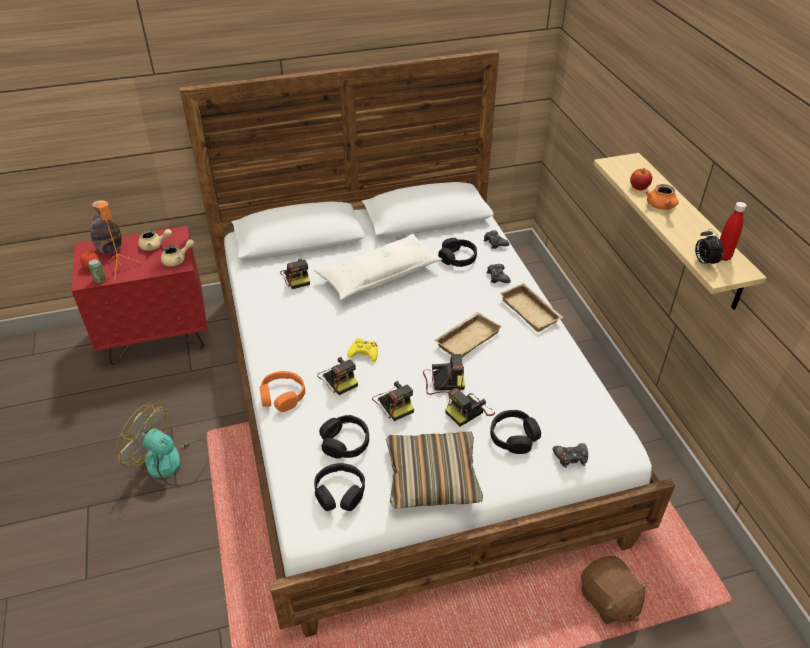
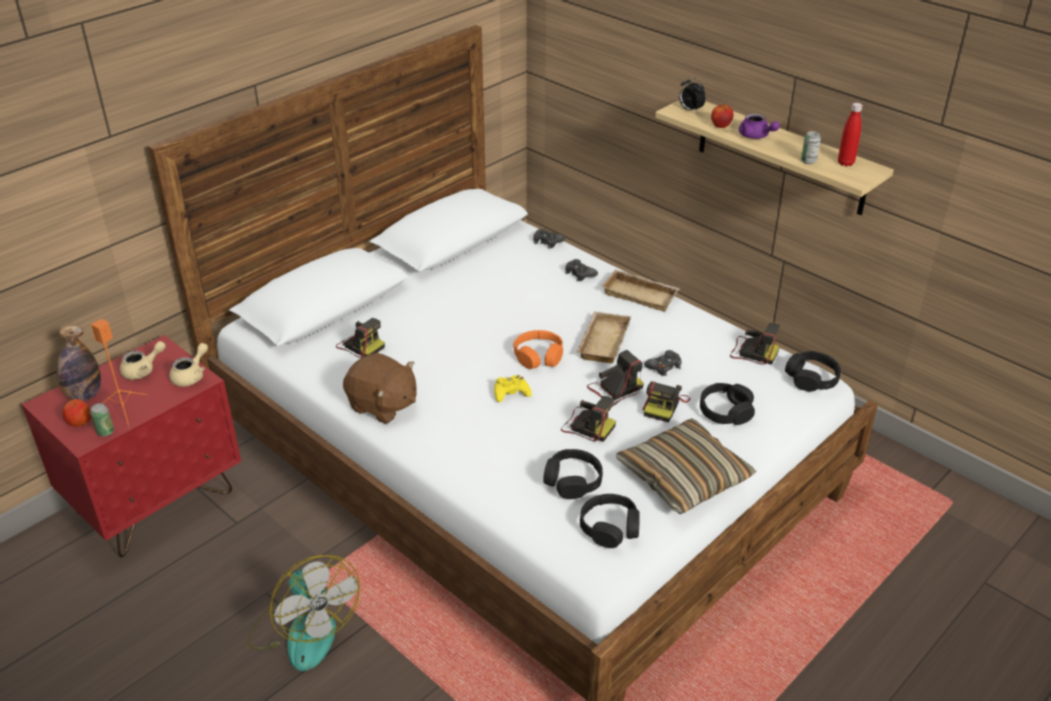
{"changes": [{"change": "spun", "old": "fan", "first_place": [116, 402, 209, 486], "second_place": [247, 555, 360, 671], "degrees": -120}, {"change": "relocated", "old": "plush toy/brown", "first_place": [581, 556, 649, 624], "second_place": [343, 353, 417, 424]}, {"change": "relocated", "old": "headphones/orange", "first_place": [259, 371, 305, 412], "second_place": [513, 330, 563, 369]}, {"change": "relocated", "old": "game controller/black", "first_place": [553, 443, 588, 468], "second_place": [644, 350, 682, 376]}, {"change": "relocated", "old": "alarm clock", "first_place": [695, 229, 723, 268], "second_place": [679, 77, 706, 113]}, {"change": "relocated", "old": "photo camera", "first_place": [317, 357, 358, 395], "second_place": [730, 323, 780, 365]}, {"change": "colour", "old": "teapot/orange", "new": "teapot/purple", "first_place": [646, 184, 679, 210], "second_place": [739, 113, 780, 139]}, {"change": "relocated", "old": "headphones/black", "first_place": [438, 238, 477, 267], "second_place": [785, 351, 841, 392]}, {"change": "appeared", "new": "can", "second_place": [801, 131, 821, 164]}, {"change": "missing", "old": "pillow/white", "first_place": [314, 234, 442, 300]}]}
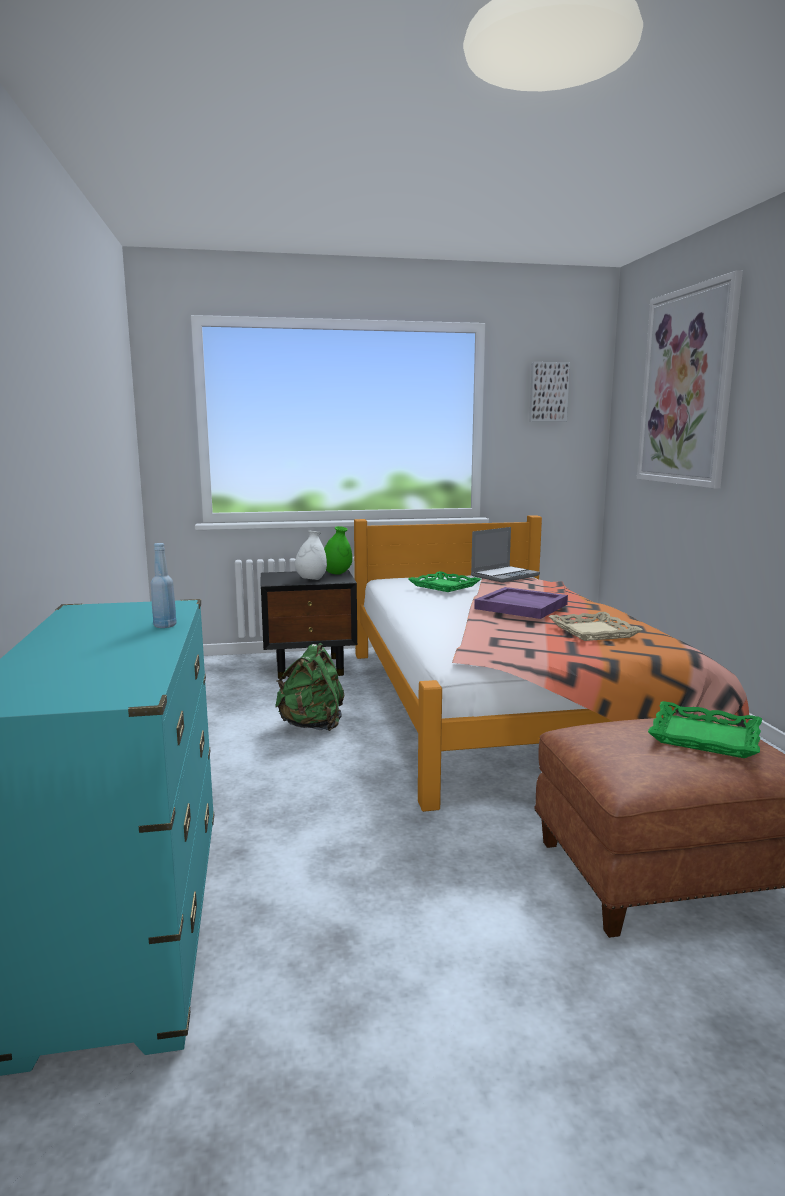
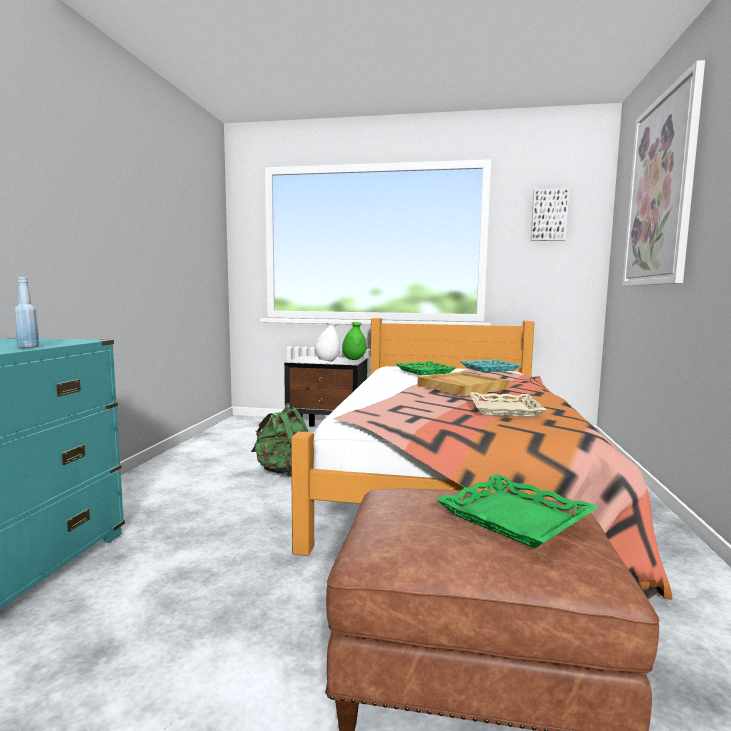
{"changes": [{"change": "colour", "old": "tray/purple", "new": "tray/beige", "first_place": [474, 587, 568, 619], "second_place": [417, 372, 510, 396]}, {"change": "exchanged", "old": "laptop", "new": "tray/turquoise", "first_place": [471, 527, 540, 583], "second_place": [460, 359, 521, 372]}]}
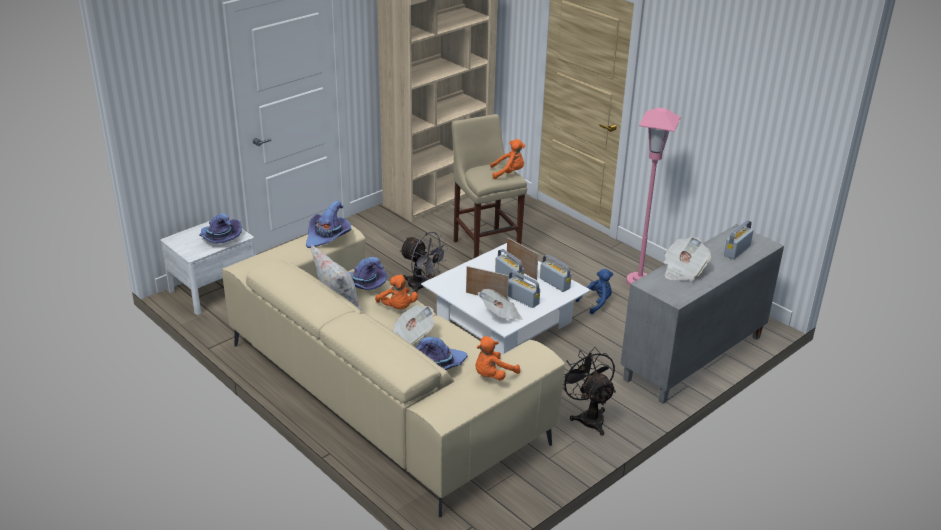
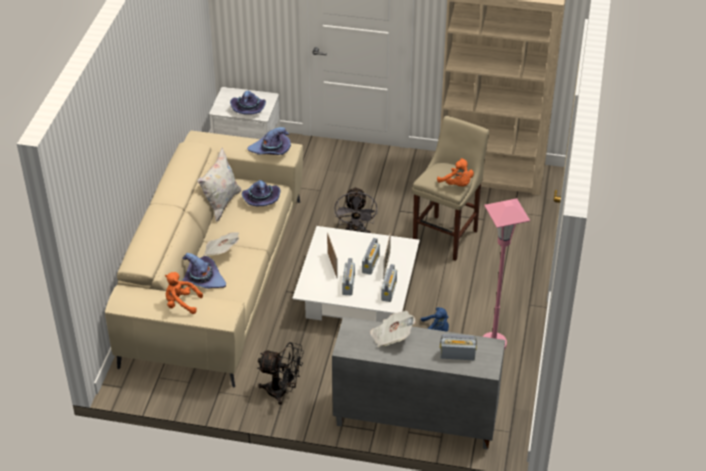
{"changes": [{"change": "spun", "old": "fan/black", "first_place": [563, 347, 616, 436], "second_place": [258, 342, 304, 405], "degrees": 75}, {"change": "missing", "old": "plush toy/orange", "first_place": [375, 274, 418, 309]}, {"change": "missing", "old": "newspaper", "first_place": [478, 289, 522, 320]}]}
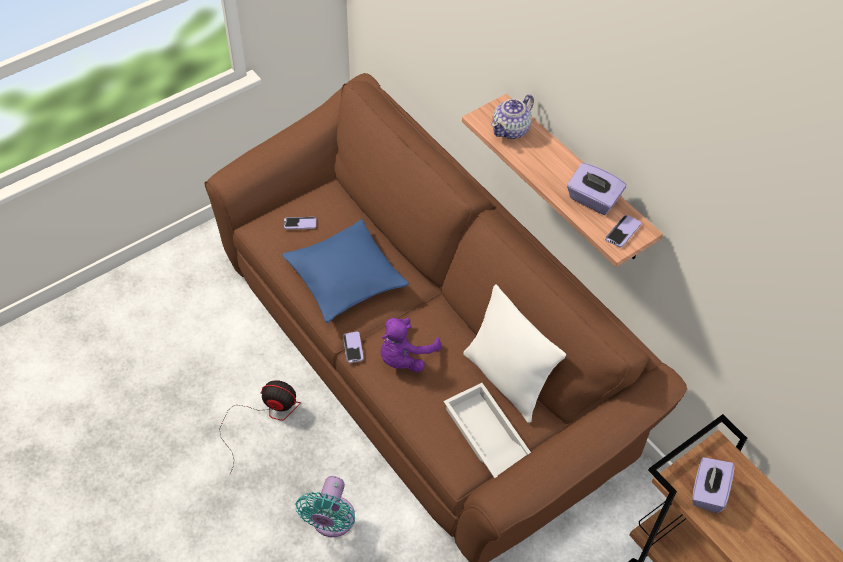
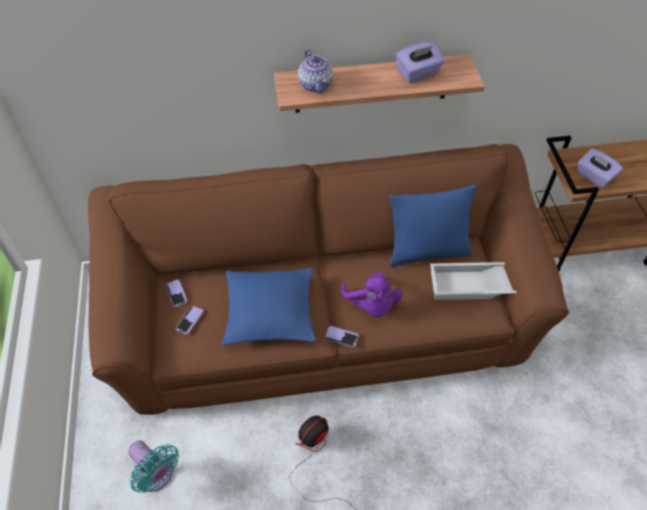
{"changes": [{"change": "relocated", "old": "fan/turquoise", "first_place": [295, 476, 355, 537], "second_place": [128, 440, 179, 493]}, {"change": "relocated", "old": "phone", "first_place": [605, 215, 641, 247], "second_place": [166, 279, 187, 308]}, {"change": "colour", "old": "pillow/white", "new": "pillow/blue", "first_place": [463, 284, 566, 423], "second_place": [389, 185, 477, 267]}]}
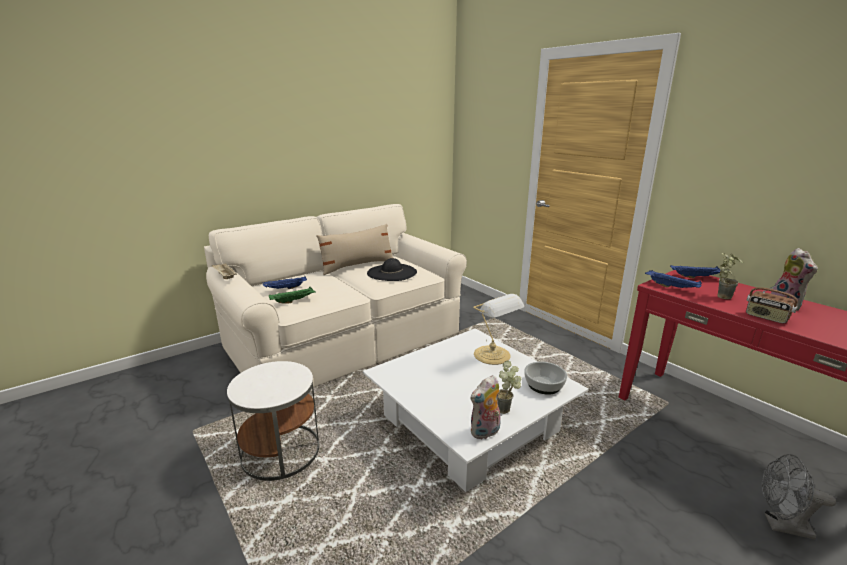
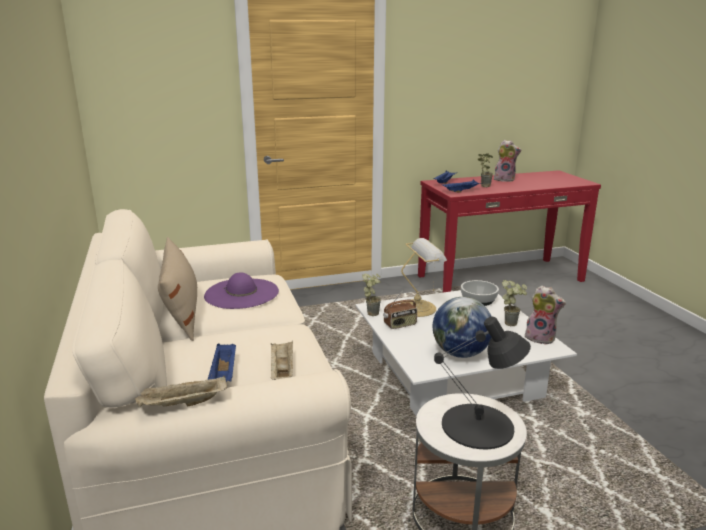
{"changes": [{"change": "colour", "old": "hat/black", "new": "hat/purple", "first_place": [367, 258, 417, 281], "second_place": [204, 272, 279, 309]}, {"change": "colour", "old": "tray/green", "new": "tray/beige", "first_place": [269, 287, 316, 304], "second_place": [271, 341, 293, 380]}, {"change": "appeared", "new": "potted plant", "second_place": [362, 273, 381, 316]}, {"change": "relocated", "old": "radio", "first_place": [746, 279, 798, 324], "second_place": [383, 289, 417, 329]}, {"change": "appeared", "new": "globe", "second_place": [433, 297, 492, 358]}, {"change": "appeared", "new": "table lamp/black", "second_place": [434, 317, 531, 449]}, {"change": "spun", "old": "plush toy", "first_place": [471, 375, 501, 439], "second_place": [525, 285, 566, 345], "degrees": -45}, {"change": "missing", "old": "fan/grey", "first_place": [762, 454, 836, 540]}]}
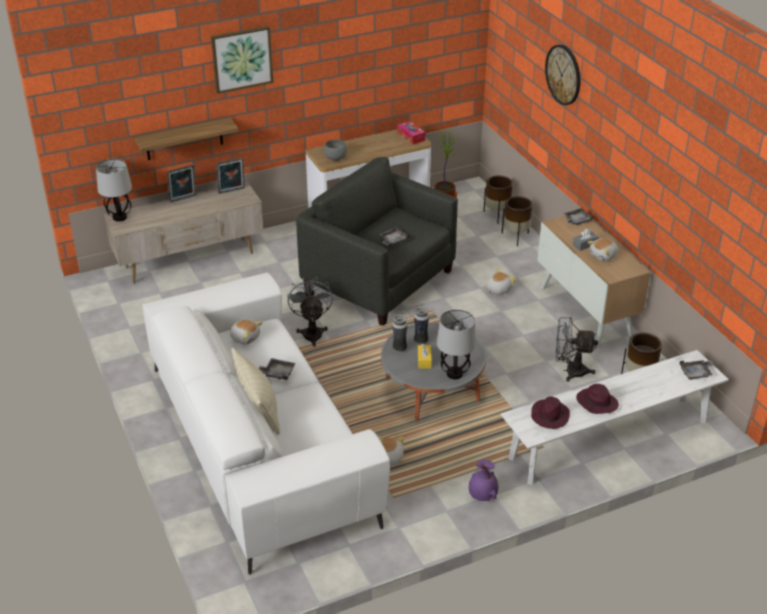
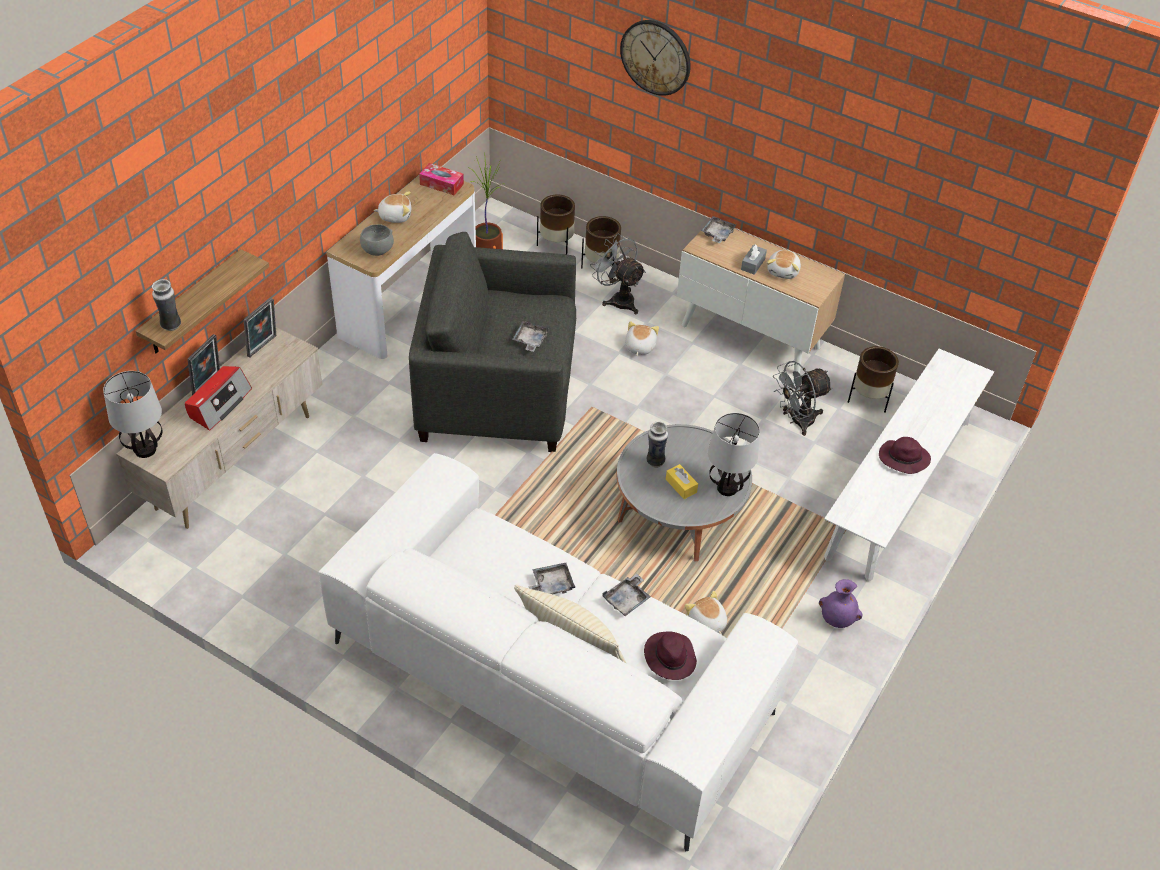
{"changes": [{"change": "relocated", "old": "vase", "first_place": [392, 314, 407, 352], "second_place": [152, 279, 181, 331]}, {"change": "appeared", "new": "radio", "second_place": [185, 366, 252, 431]}, {"change": "relocated", "old": "plush toy", "first_place": [230, 320, 263, 345], "second_place": [374, 191, 411, 223]}, {"change": "relocated", "old": "fan/grey", "first_place": [287, 276, 333, 347], "second_place": [590, 233, 646, 314]}, {"change": "relocated", "old": "tray/grey", "first_place": [679, 360, 714, 380], "second_place": [602, 574, 651, 616]}, {"change": "relocated", "old": "hat/purple", "first_place": [531, 396, 570, 429], "second_place": [644, 632, 697, 680]}, {"change": "missing", "old": "picture", "first_place": [211, 26, 273, 94]}]}
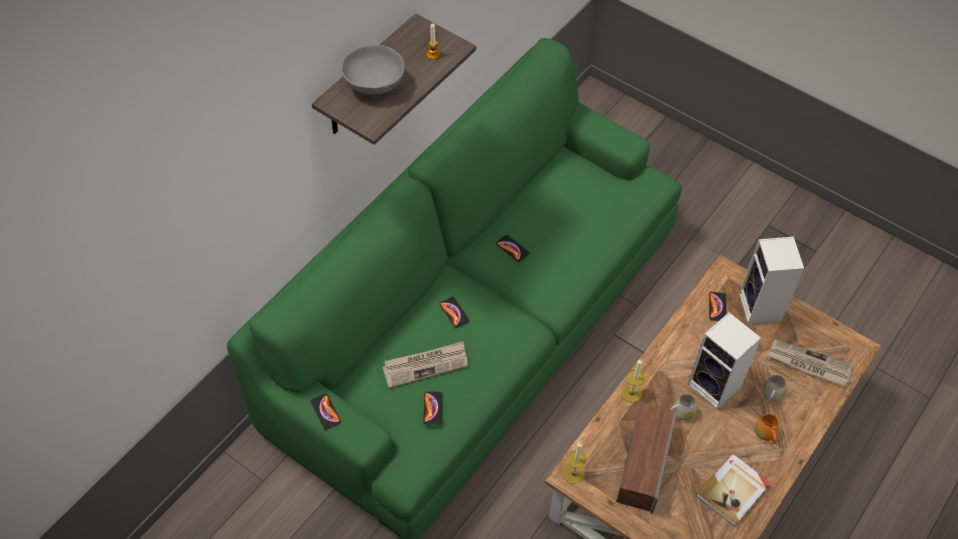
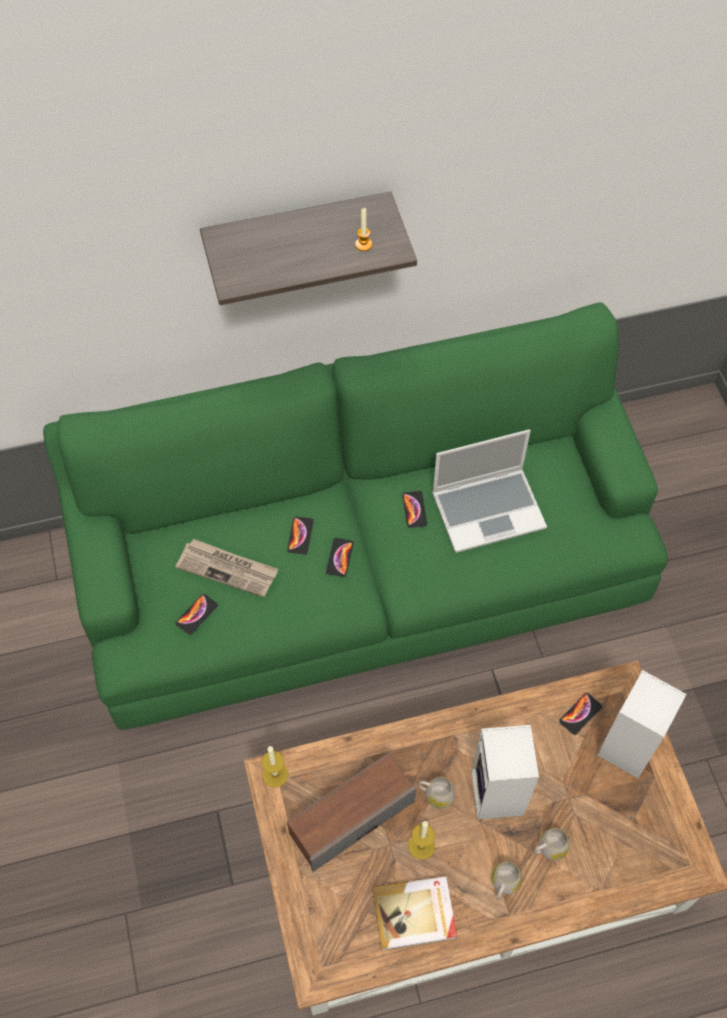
{"changes": [{"change": "relocated", "old": "phone", "first_place": [311, 393, 341, 430], "second_place": [326, 538, 354, 577]}, {"change": "relocated", "old": "candle", "first_place": [621, 359, 645, 402], "second_place": [408, 821, 435, 860]}, {"change": "appeared", "new": "laptop", "second_place": [432, 429, 547, 553]}, {"change": "colour", "old": "mug/orange", "new": "mug/white", "first_place": [754, 414, 779, 444], "second_place": [491, 862, 522, 899]}, {"change": "missing", "old": "bowl/grey", "first_place": [341, 45, 405, 95]}, {"change": "missing", "old": "newspaper", "first_place": [768, 340, 854, 386]}]}
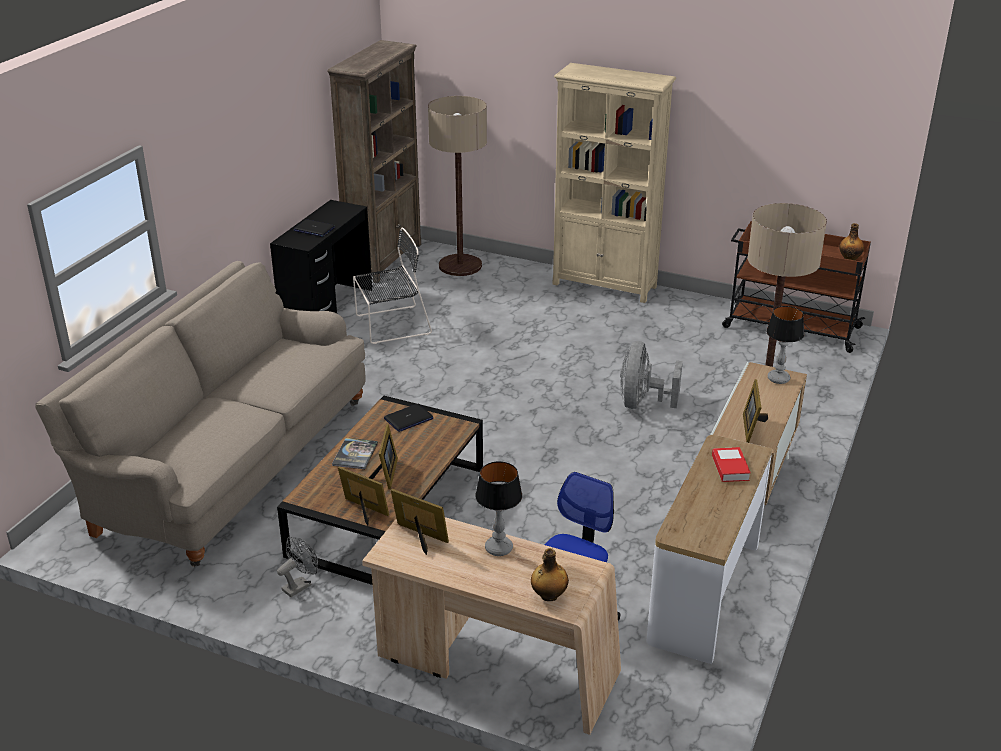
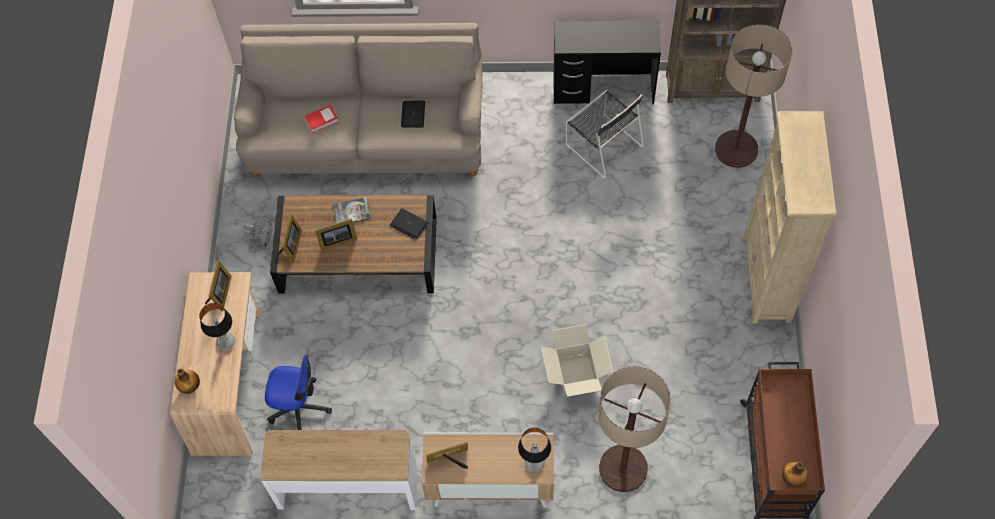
{"changes": [{"change": "relocated", "old": "book", "first_place": [712, 447, 751, 482], "second_place": [304, 105, 339, 133]}, {"change": "relocated", "old": "laptop", "first_place": [294, 219, 335, 237], "second_place": [401, 101, 425, 128]}, {"change": "exchanged", "old": "fan/grey", "new": "cardboard box", "first_place": [620, 341, 683, 409], "second_place": [541, 324, 613, 397]}]}
